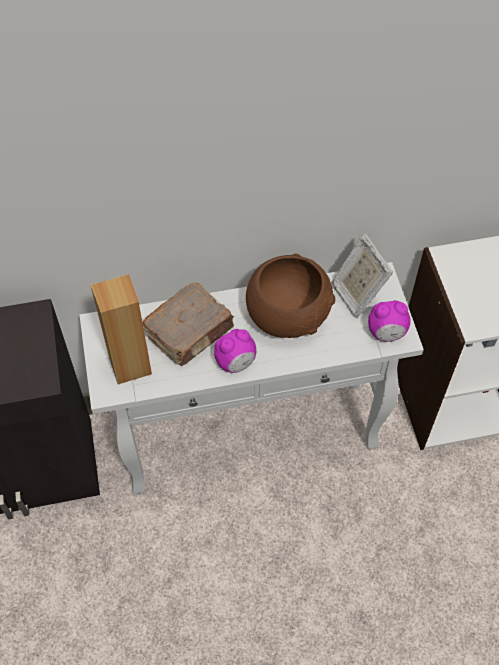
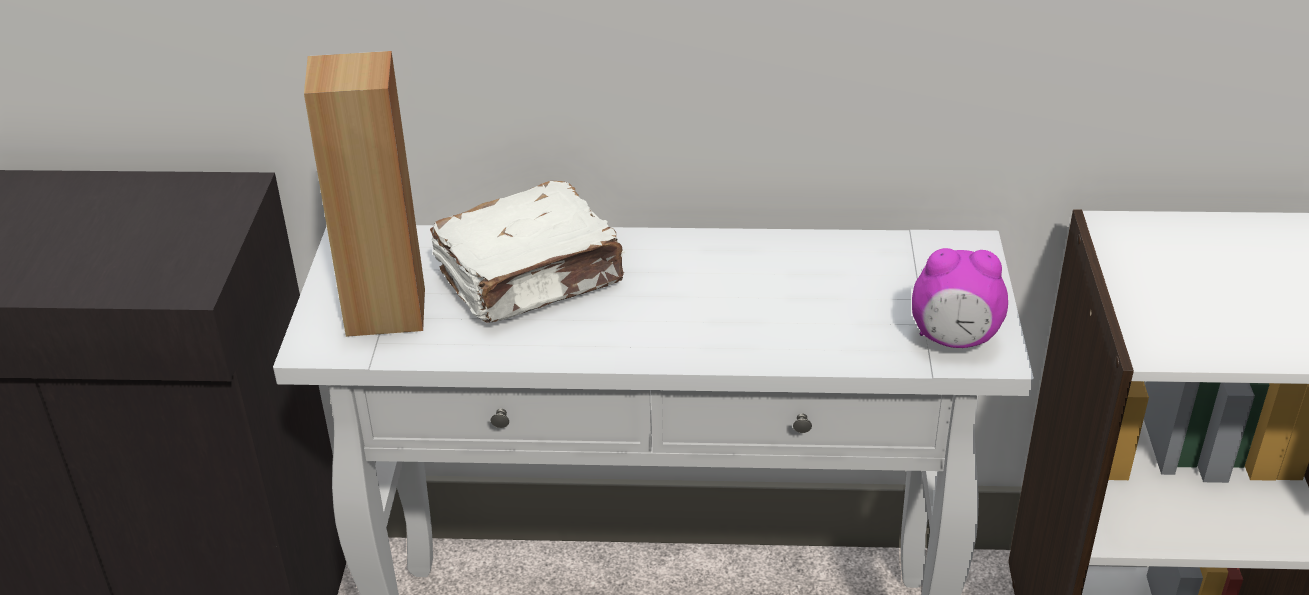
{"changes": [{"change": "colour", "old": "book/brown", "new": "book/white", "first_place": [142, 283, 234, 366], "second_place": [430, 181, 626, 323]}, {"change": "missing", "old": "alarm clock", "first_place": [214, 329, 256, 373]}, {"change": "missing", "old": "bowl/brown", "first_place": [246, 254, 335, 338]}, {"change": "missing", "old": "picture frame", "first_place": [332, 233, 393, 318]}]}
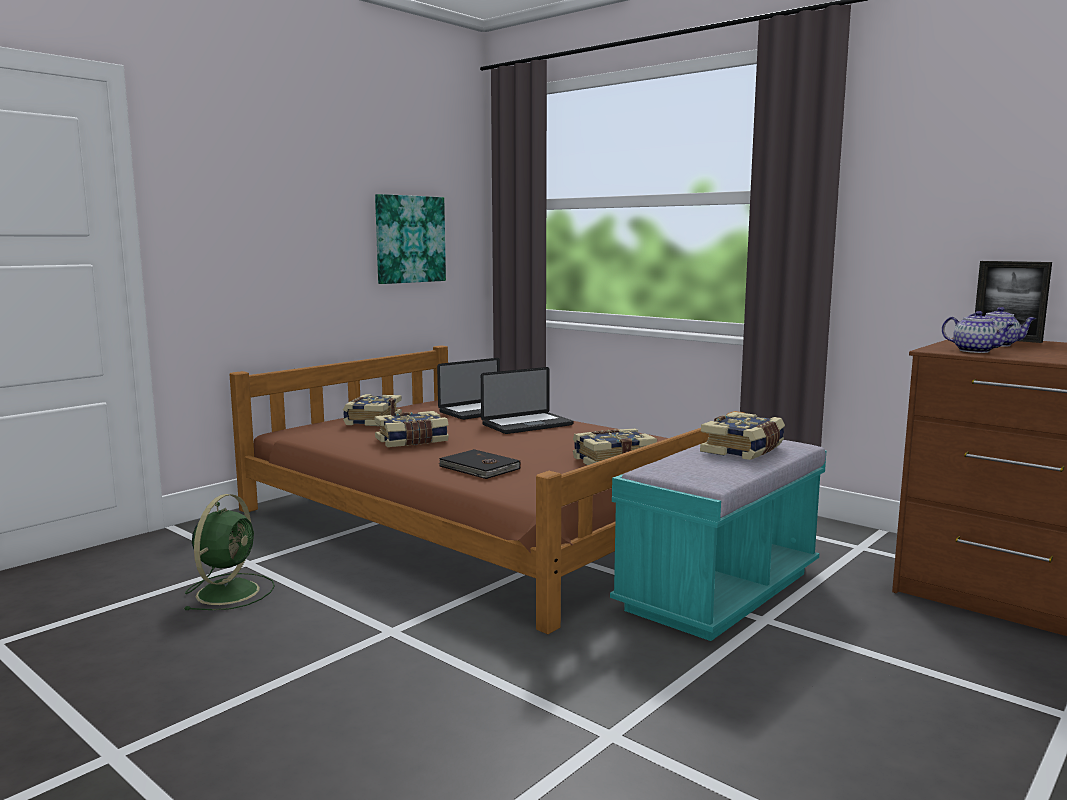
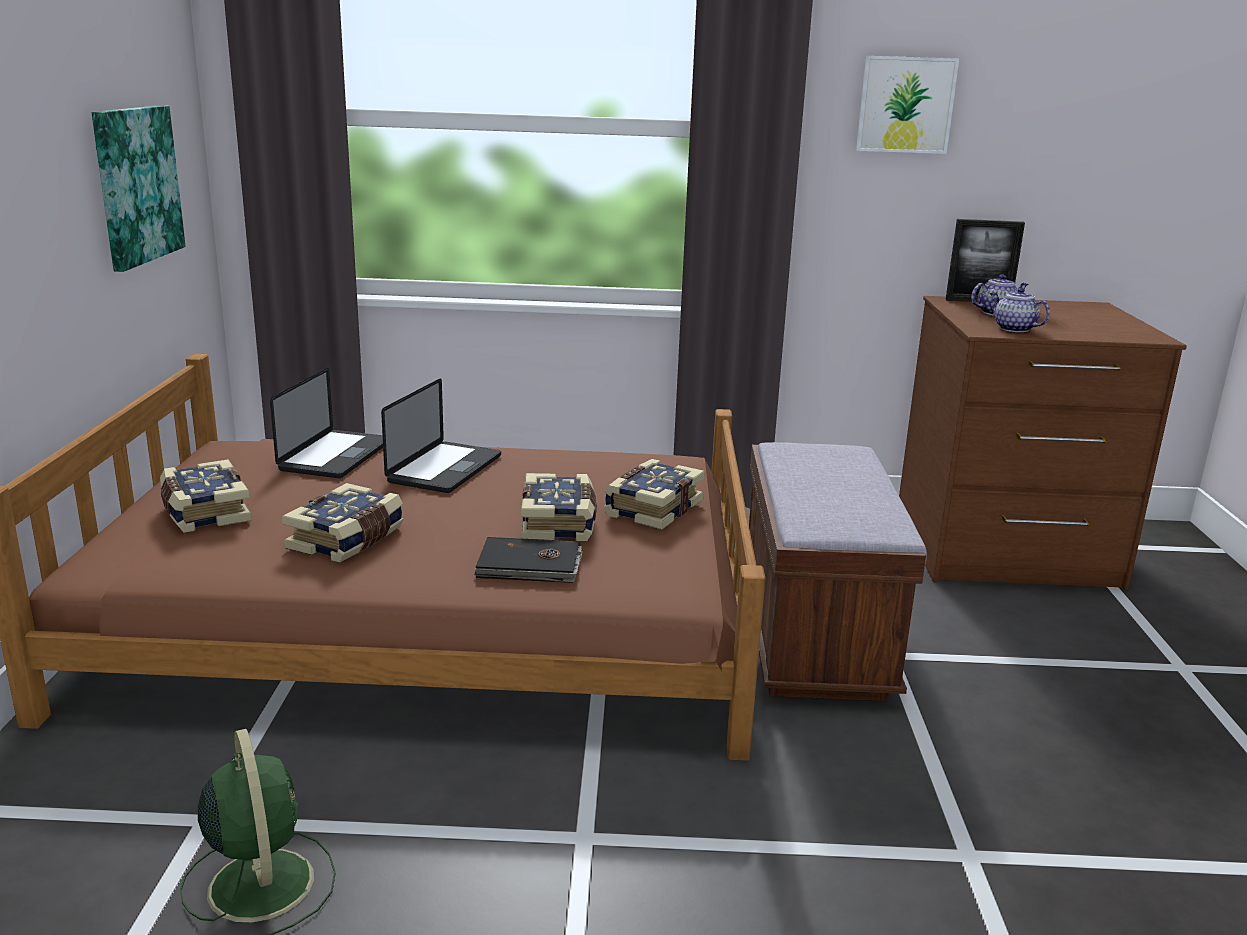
{"changes": [{"change": "relocated", "old": "book", "first_place": [700, 412, 785, 460], "second_place": [521, 473, 597, 541]}, {"change": "colour", "old": "bench/turquoise", "new": "bench/brown", "first_place": [610, 440, 826, 641], "second_place": [749, 442, 927, 701]}, {"change": "appeared", "new": "picture", "second_place": [856, 56, 959, 154]}, {"change": "spun", "old": "teapot", "first_place": [942, 311, 1015, 353], "second_place": [990, 288, 1050, 332], "degrees": -135}]}
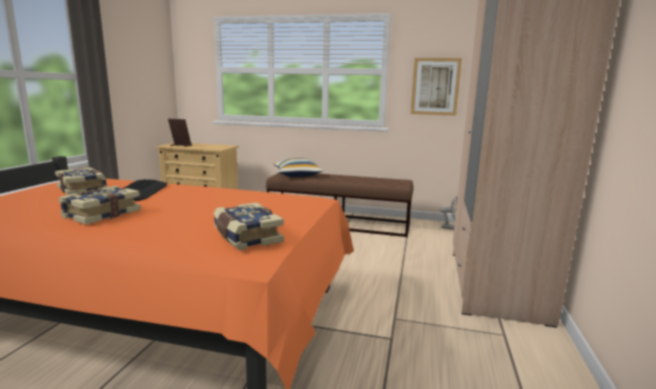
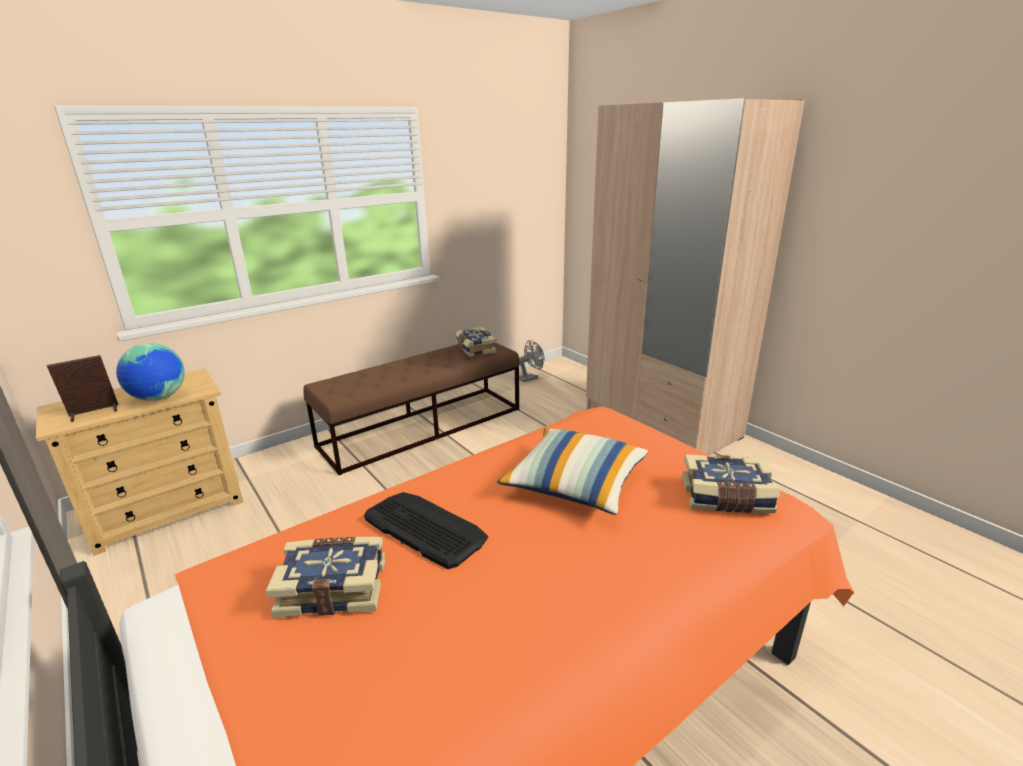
{"changes": [{"change": "appeared", "new": "globe", "second_place": [116, 343, 185, 401]}, {"change": "relocated", "old": "book", "first_place": [58, 186, 141, 225], "second_place": [456, 327, 497, 357]}, {"change": "relocated", "old": "pillow", "first_place": [274, 158, 323, 177], "second_place": [497, 428, 648, 515]}, {"change": "missing", "old": "picture", "first_place": [411, 58, 462, 116]}]}
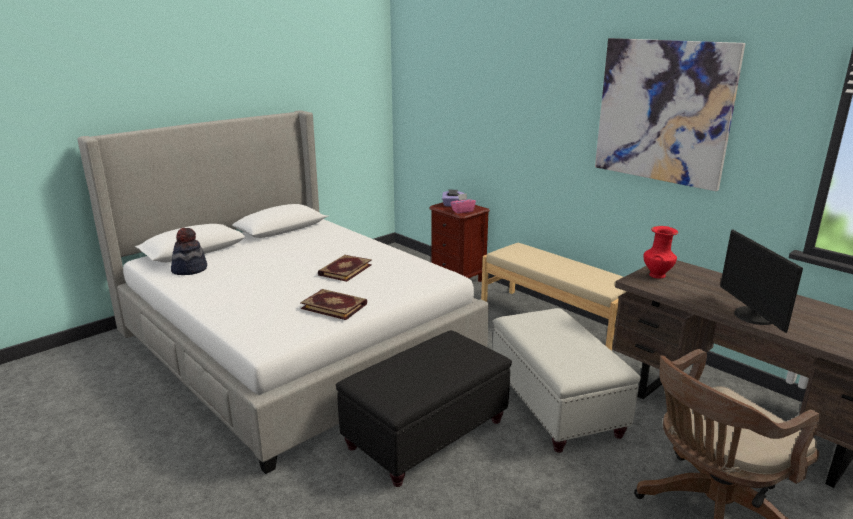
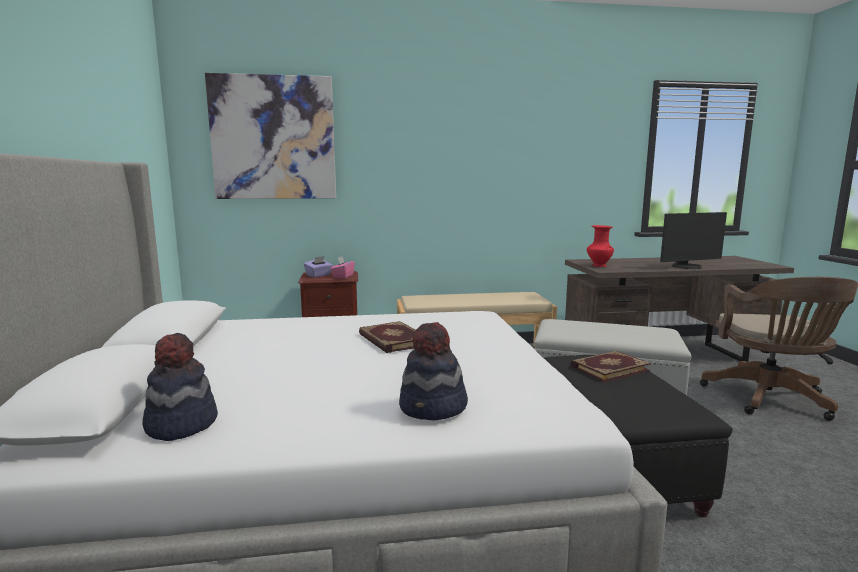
{"changes": [{"change": "relocated", "old": "picture", "first_place": [595, 38, 745, 191], "second_place": [205, 73, 336, 199]}, {"change": "appeared", "new": "hat", "second_place": [399, 322, 468, 420]}, {"change": "relocated", "old": "book", "first_place": [300, 289, 367, 320], "second_place": [571, 351, 651, 382]}, {"change": "spun", "old": "monitor", "first_place": [720, 229, 803, 333], "second_place": [660, 212, 727, 269], "degrees": -45}]}
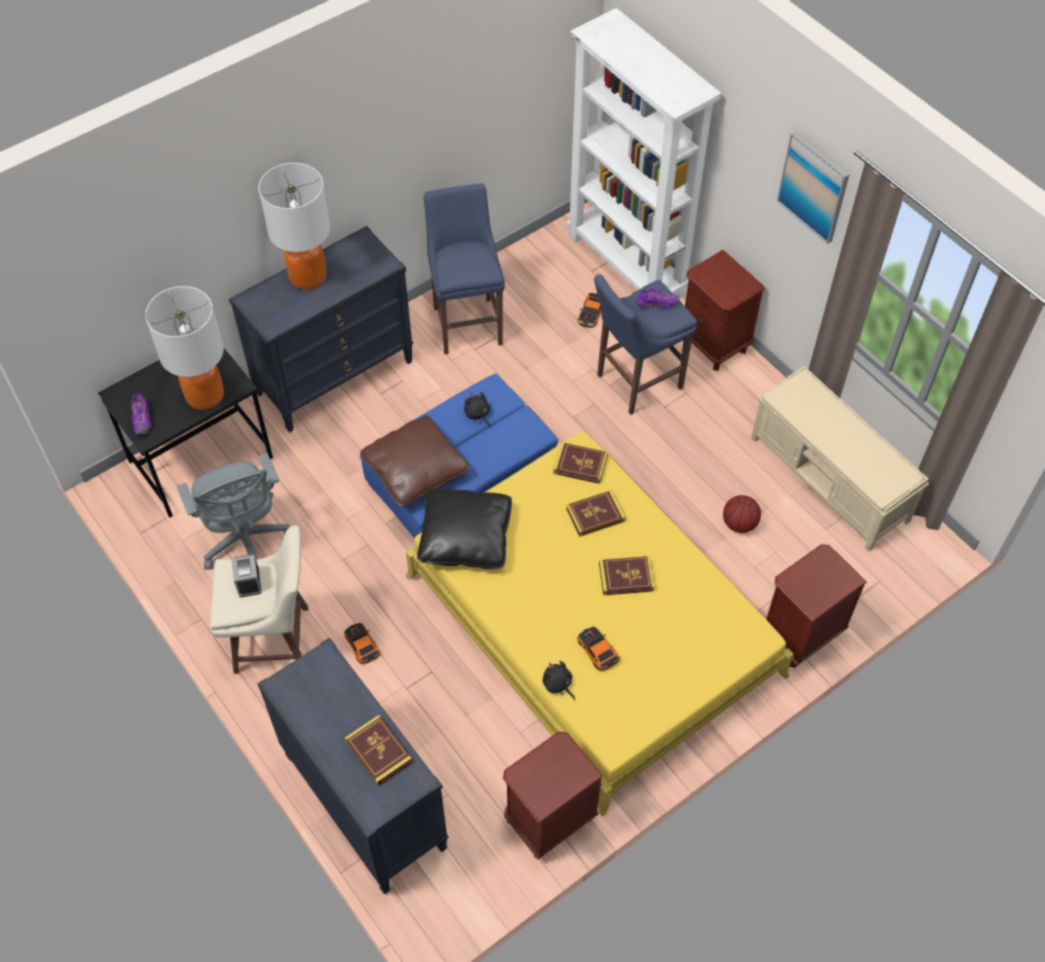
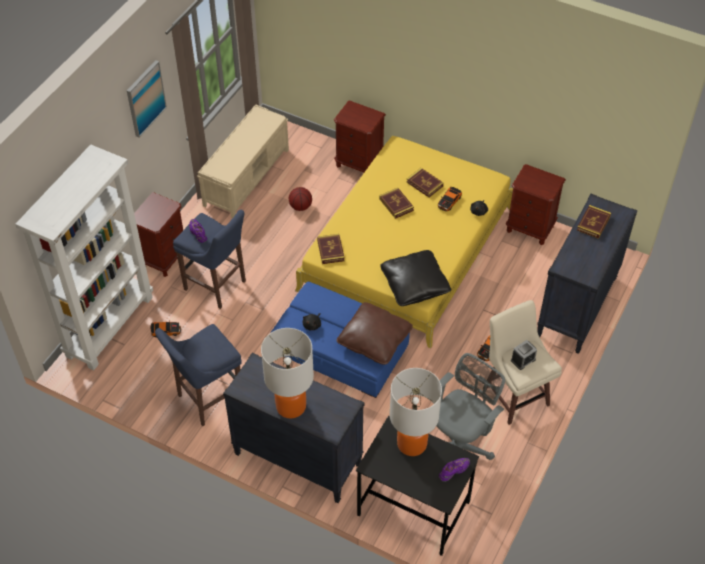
{"changes": [{"change": "relocated", "old": "book", "first_place": [566, 490, 626, 537], "second_place": [406, 168, 444, 198]}]}
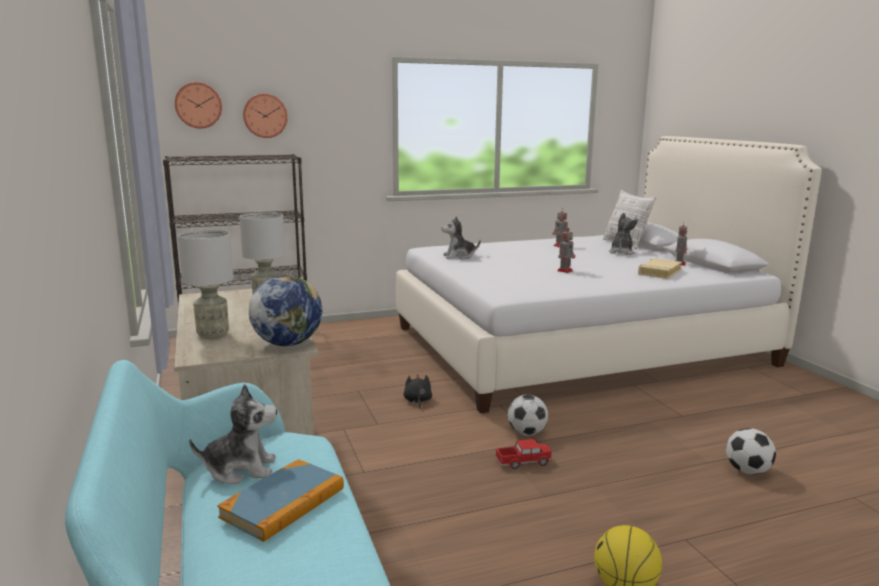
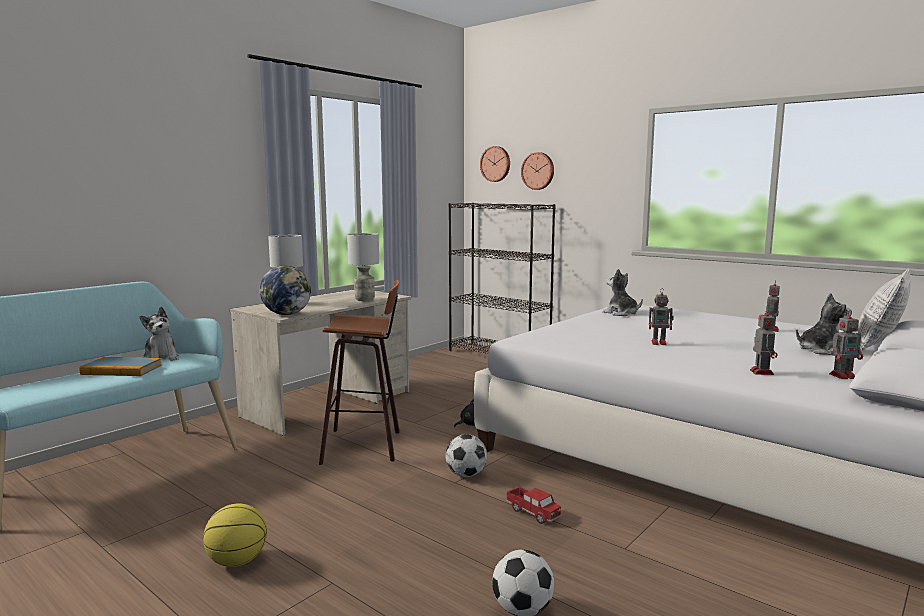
{"changes": [{"change": "appeared", "new": "stool", "second_place": [319, 280, 400, 465]}, {"change": "relocated", "old": "toy truck", "first_place": [495, 439, 552, 469], "second_place": [506, 486, 562, 524]}, {"change": "exchanged", "old": "book/beige", "new": "toy robot", "first_place": [638, 258, 682, 279], "second_place": [750, 310, 777, 375]}]}
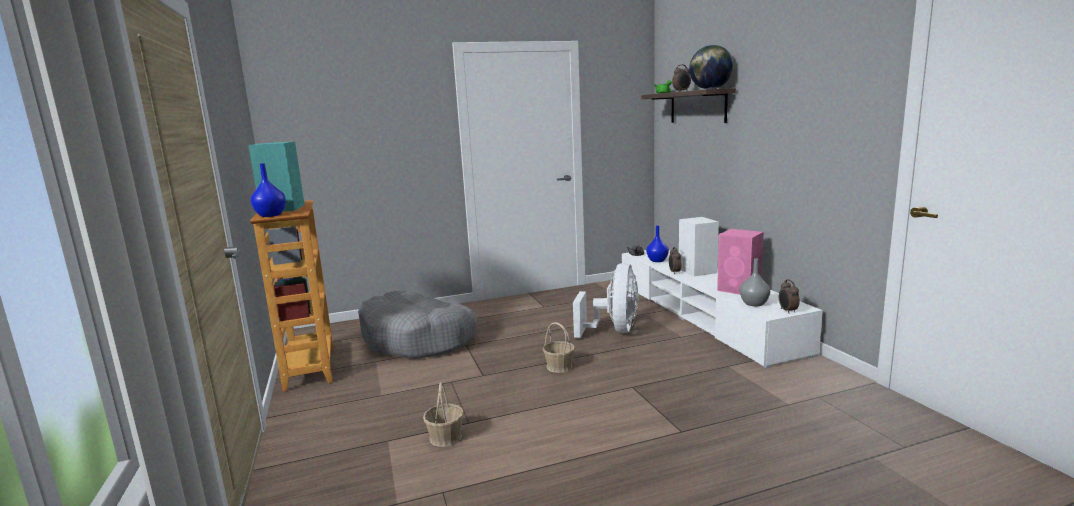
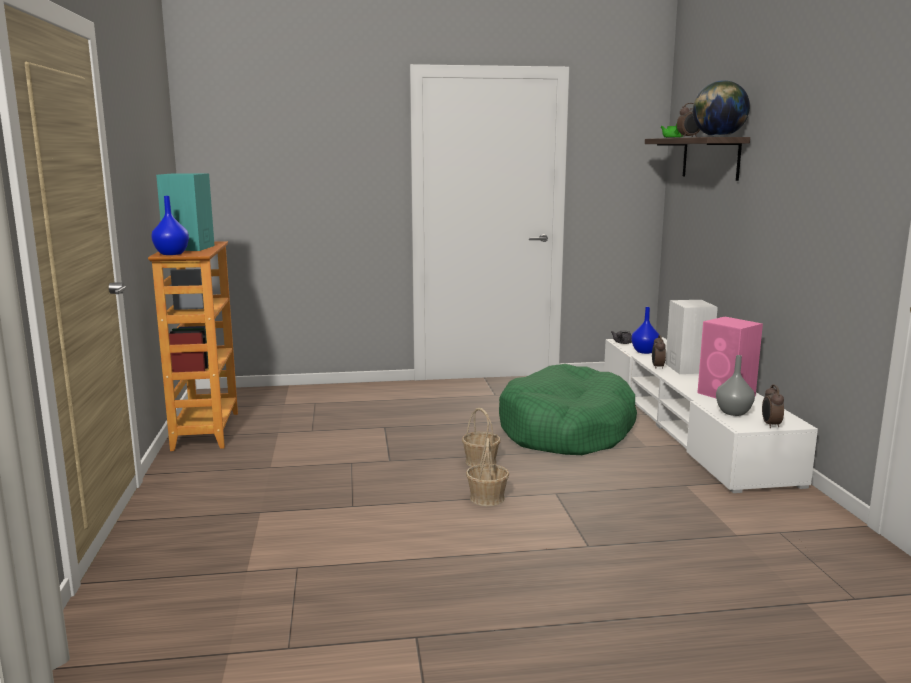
{"changes": [{"change": "relocated", "old": "basket", "first_place": [423, 382, 464, 447], "second_place": [466, 438, 509, 506]}, {"change": "exchanged", "old": "fan/white", "new": "dog bed/green", "first_place": [573, 263, 639, 338], "second_place": [499, 364, 637, 455]}, {"change": "missing", "old": "dog bed/grey", "first_place": [358, 291, 477, 359]}]}
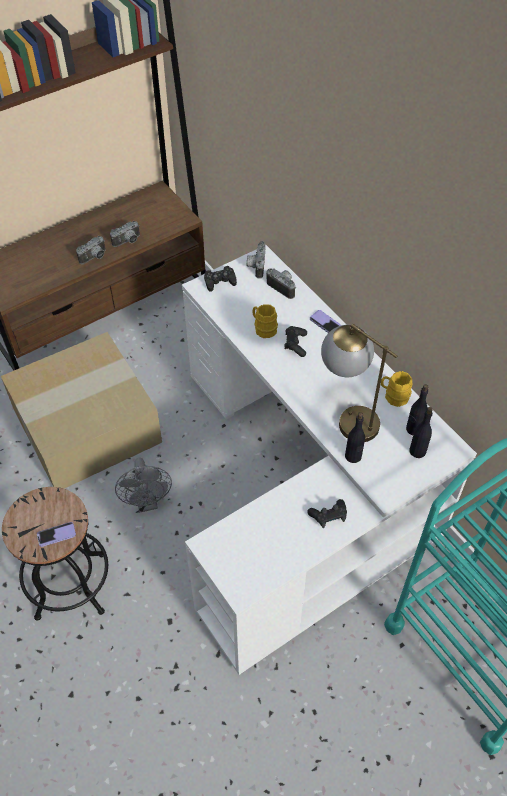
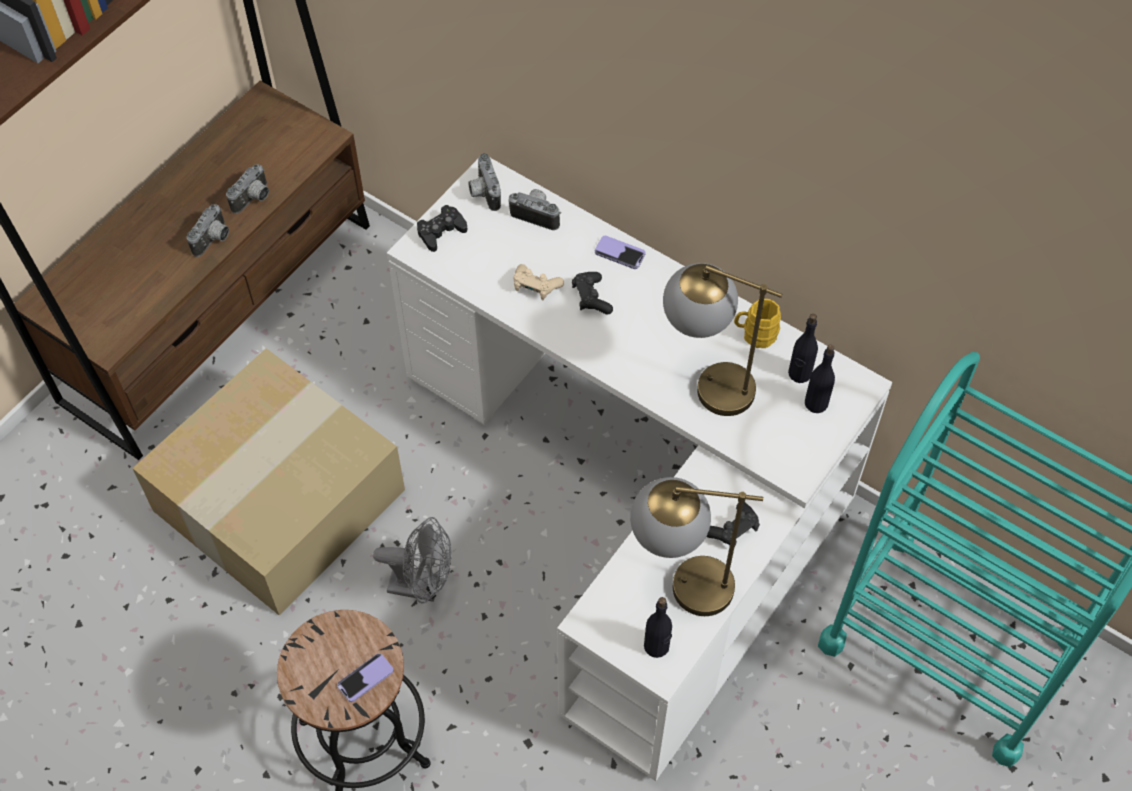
{"changes": [{"change": "spun", "old": "fan/grey", "first_place": [115, 457, 172, 512], "second_place": [373, 517, 451, 603], "degrees": -45}, {"change": "exchanged", "old": "mug/yellow", "new": "game controller/beige", "first_place": [252, 304, 278, 338], "second_place": [514, 264, 564, 300]}, {"change": "appeared", "new": "table lamp", "second_place": [630, 477, 763, 616]}, {"change": "relocated", "old": "bottle/black", "first_place": [345, 412, 365, 463], "second_place": [644, 597, 672, 658]}]}
